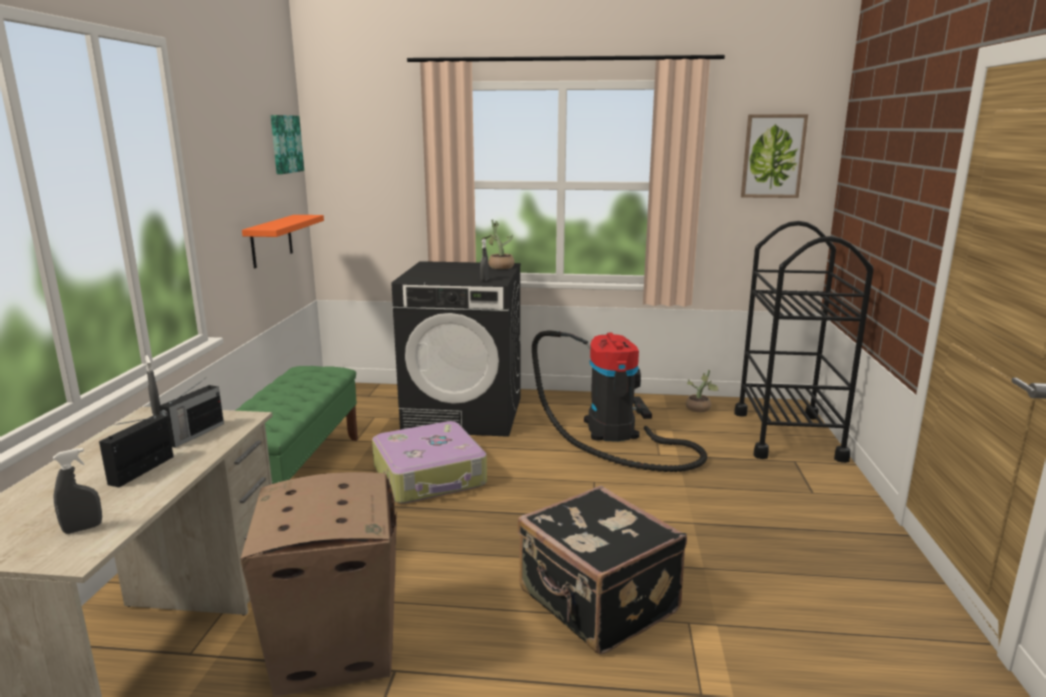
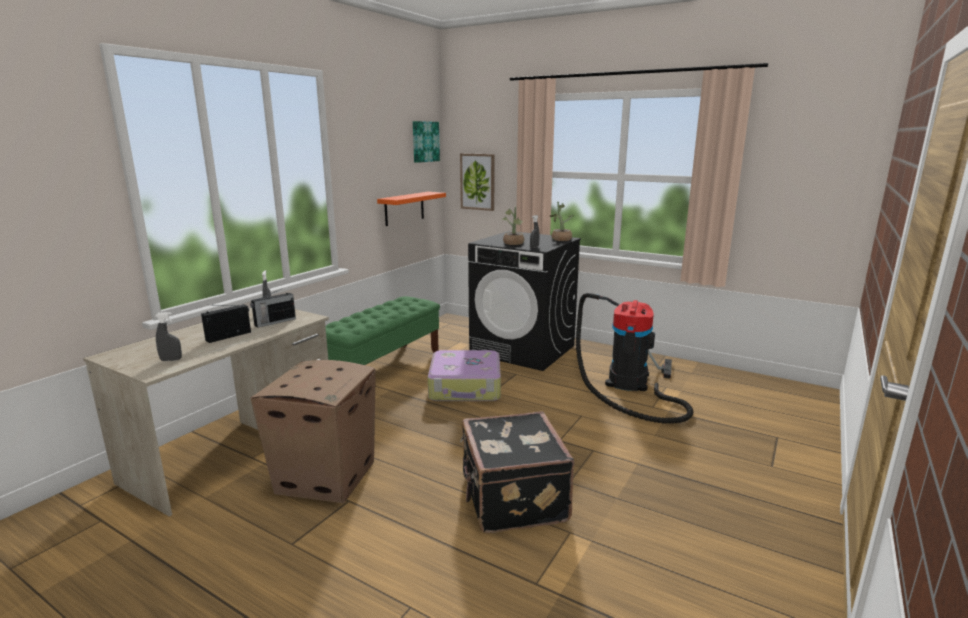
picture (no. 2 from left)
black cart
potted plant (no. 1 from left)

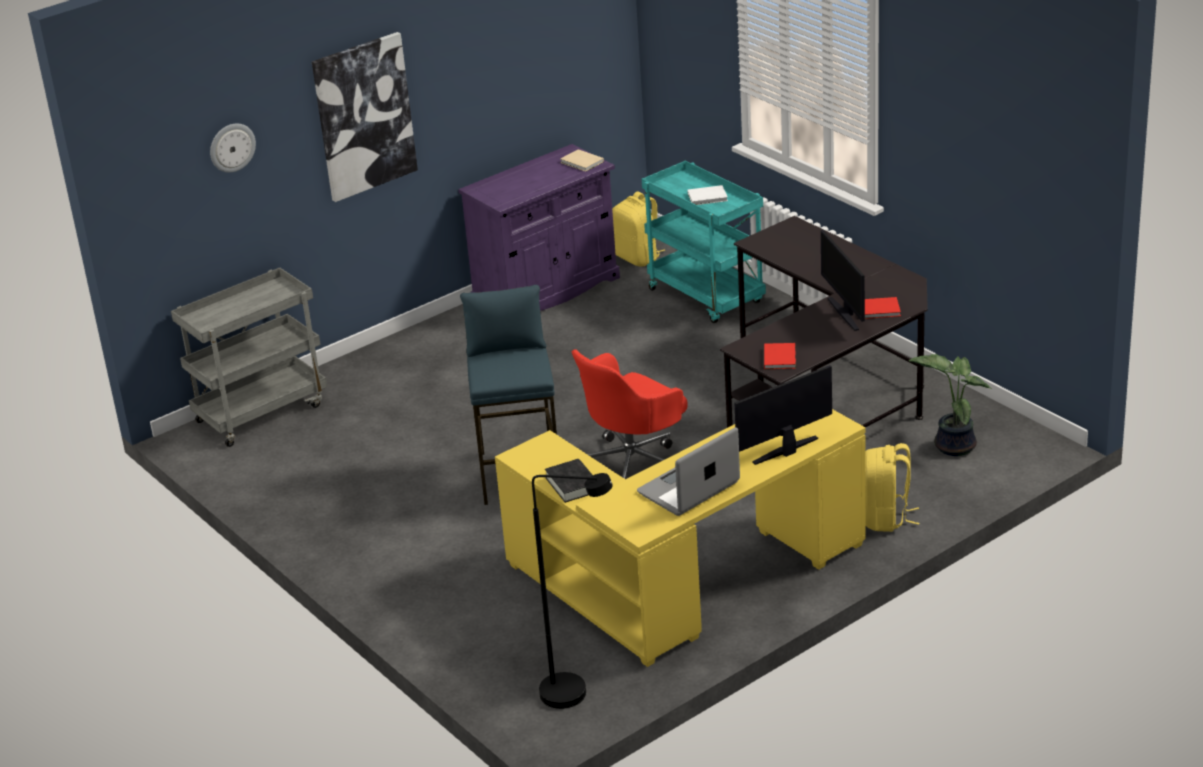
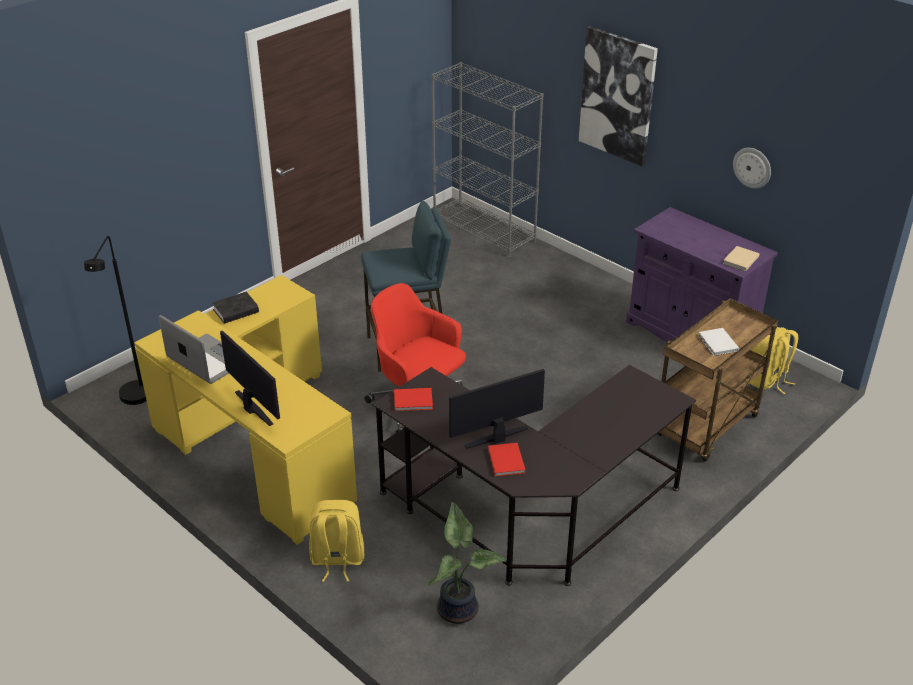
wall clock
brown cart
grey bookcase

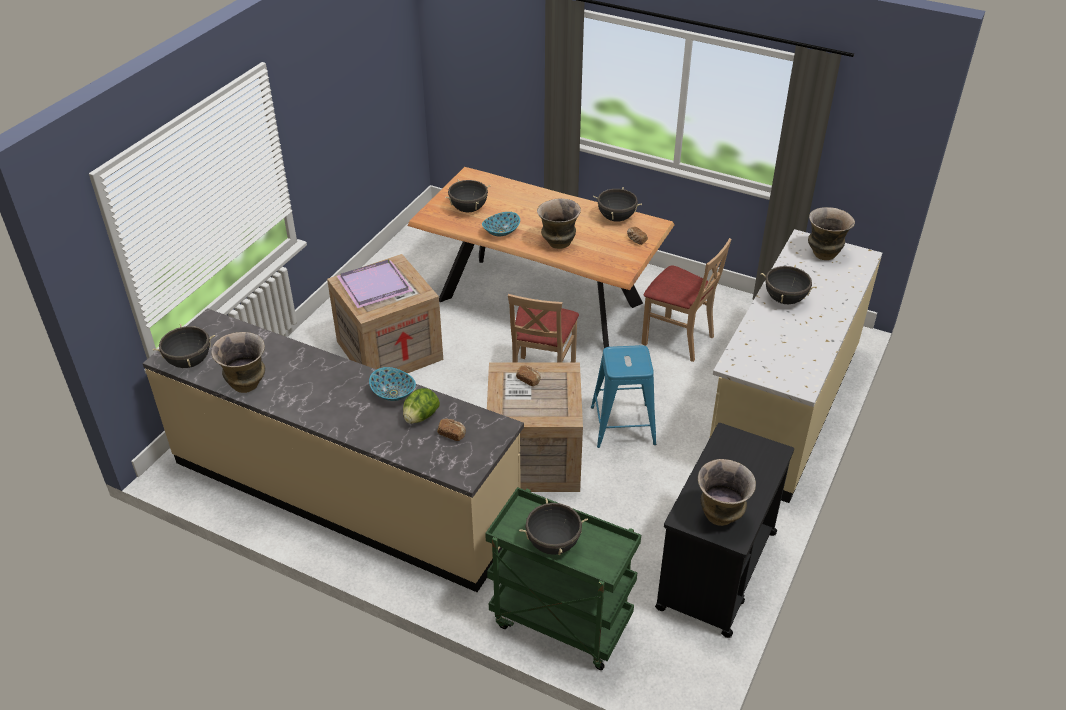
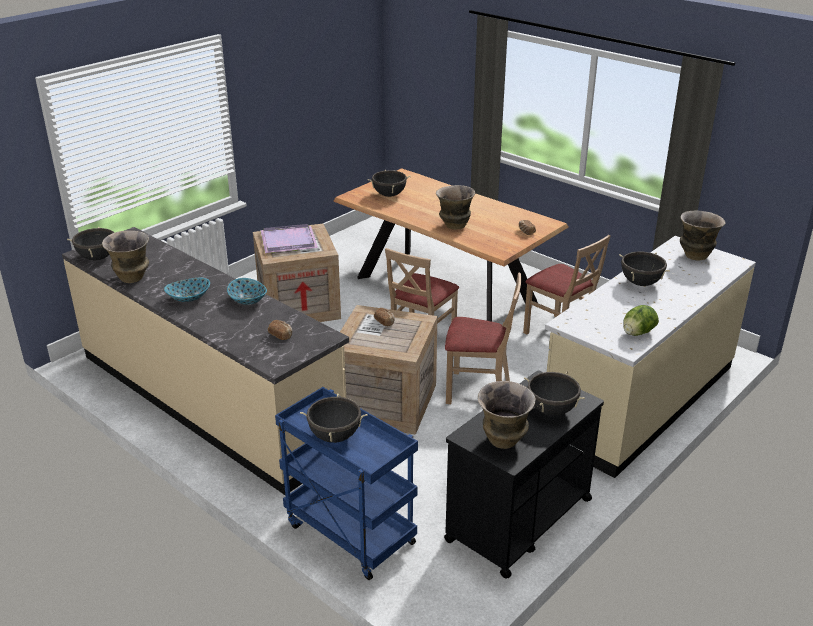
black cooking pot (no. 4 from left)
bowl (no. 1 from left)
beige chair (no. 2 from left)
lettuce
blue cart

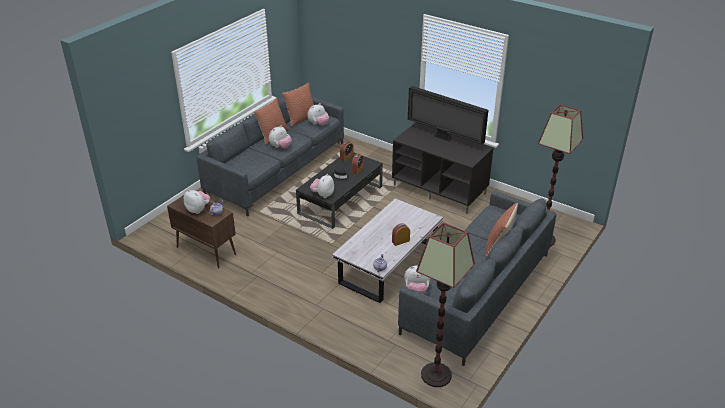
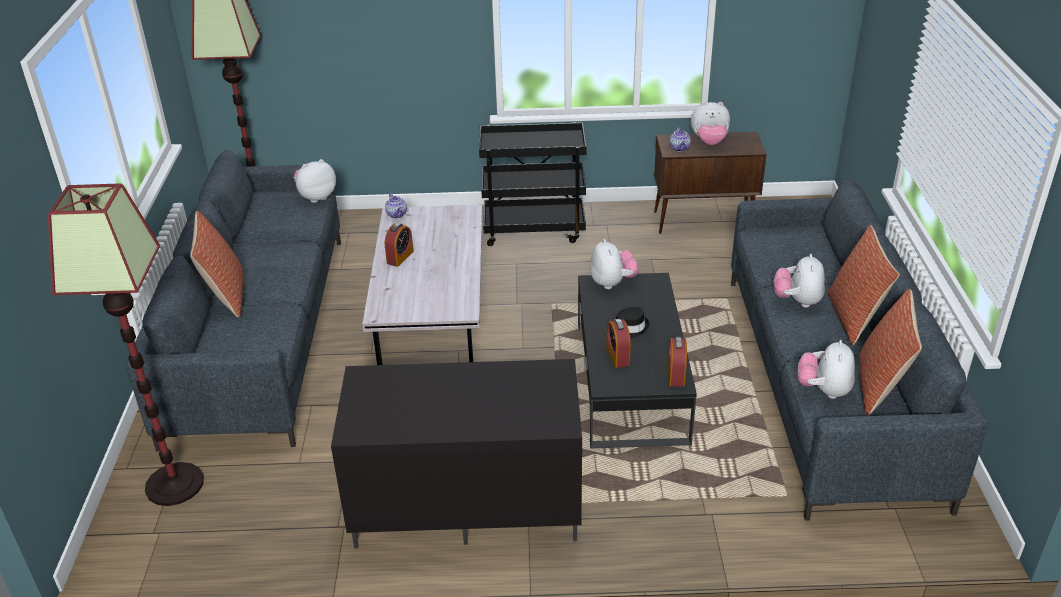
television
black cart

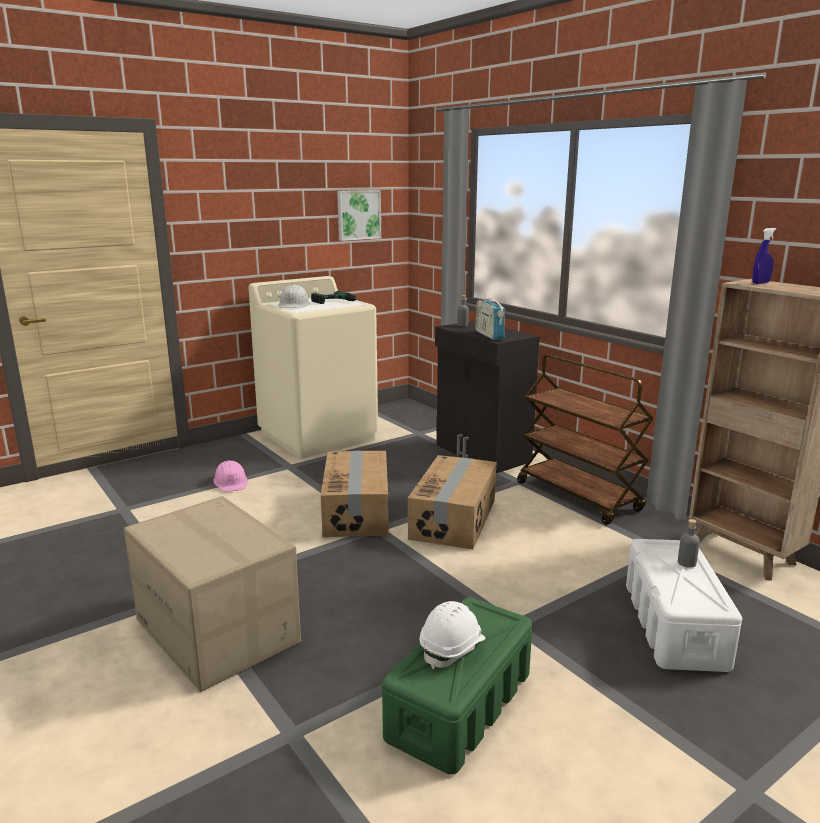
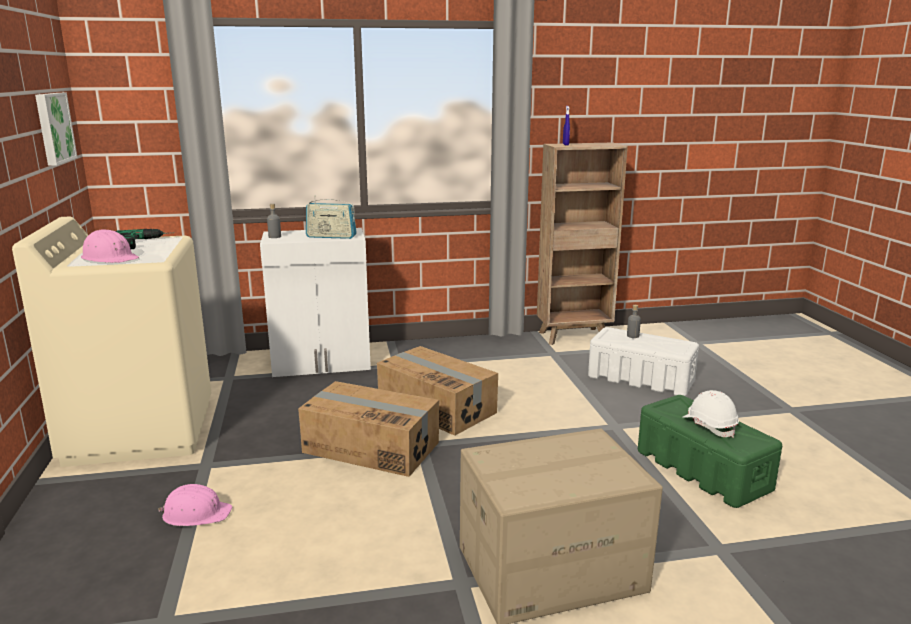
pink hard hat (no. 1 from left)
white cabinet
brown cart

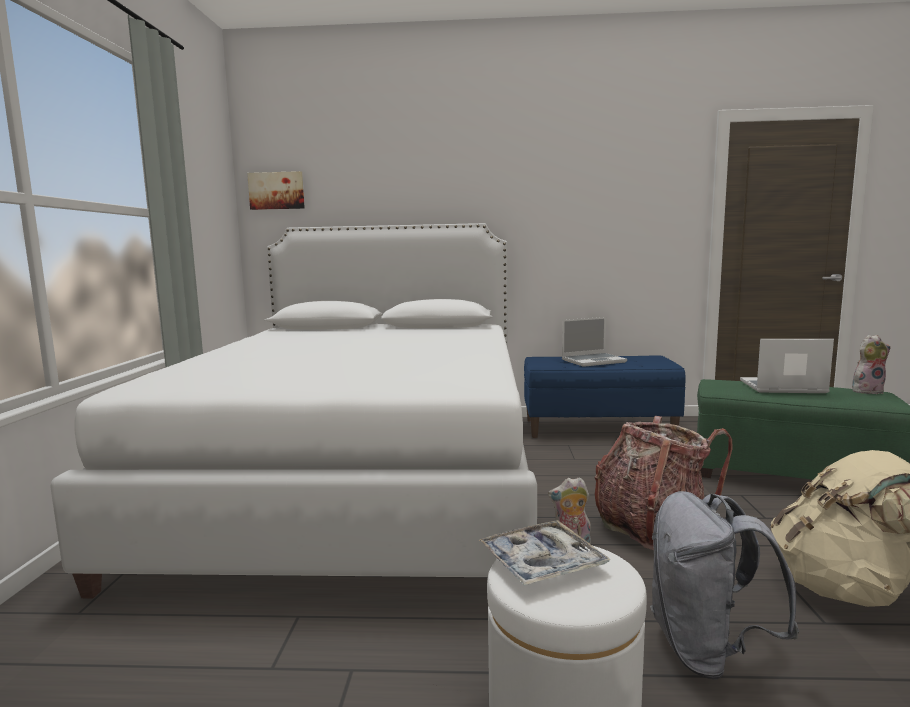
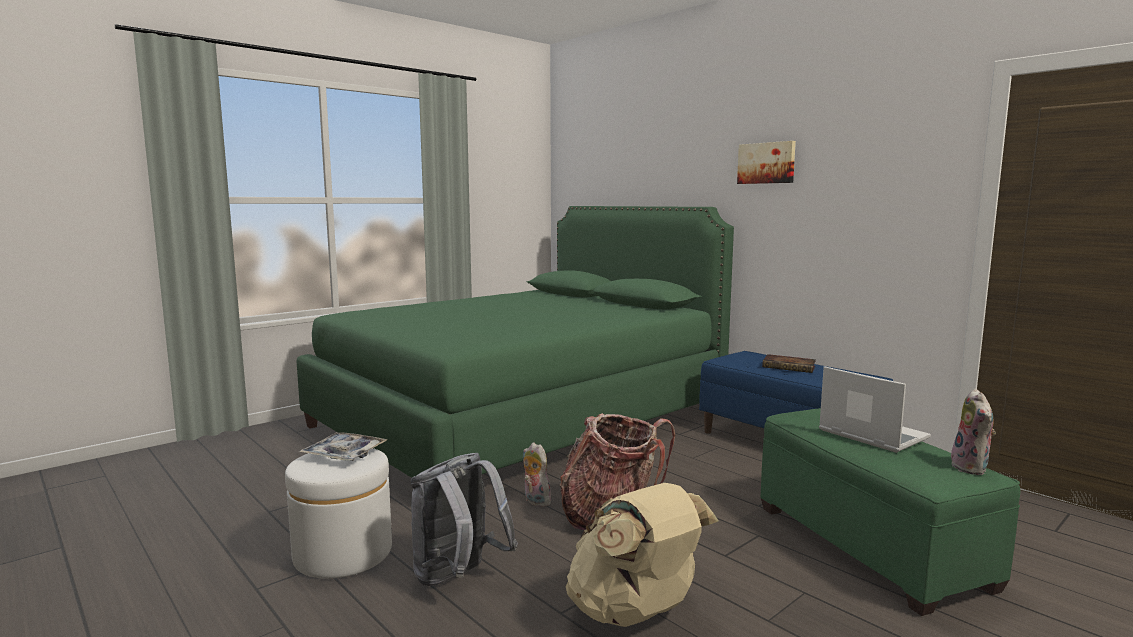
picture
green bed
book
plush toy (no. 2 from left)

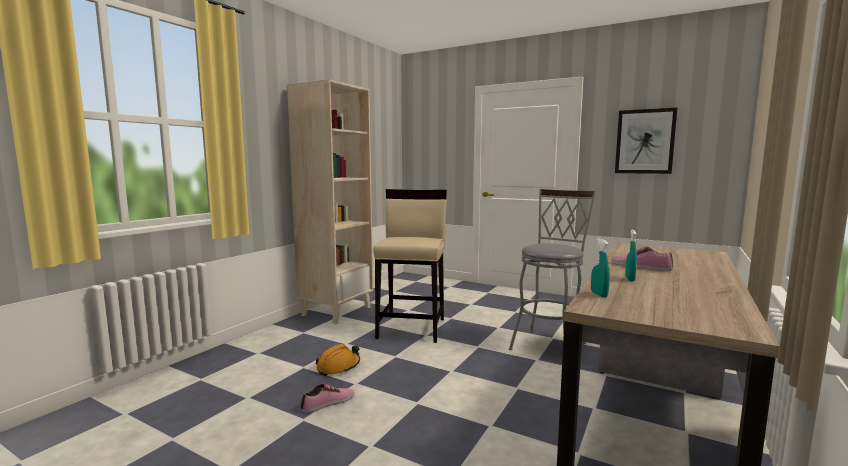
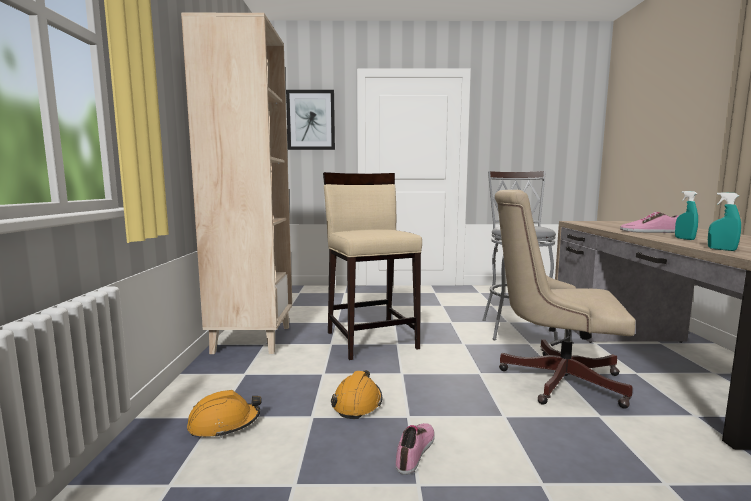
picture
beige office chair
orange hard hat (no. 1 from left)

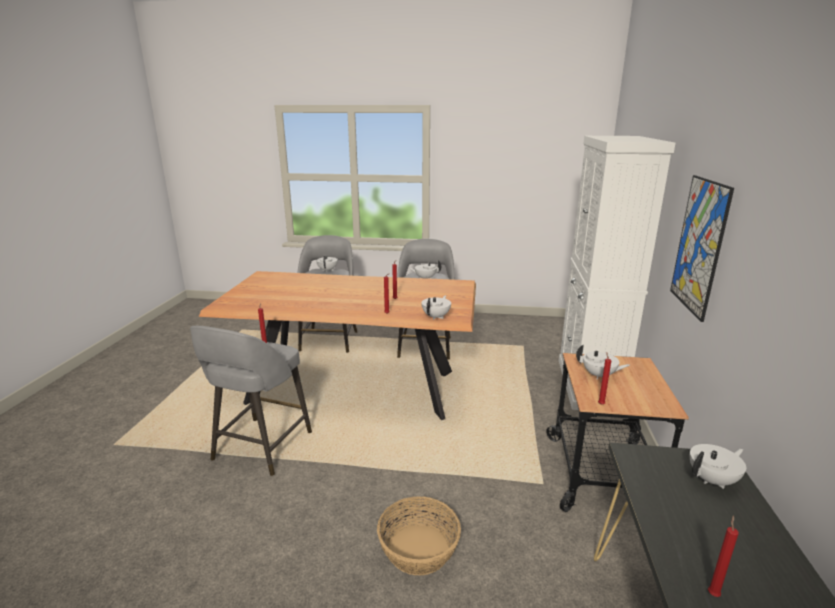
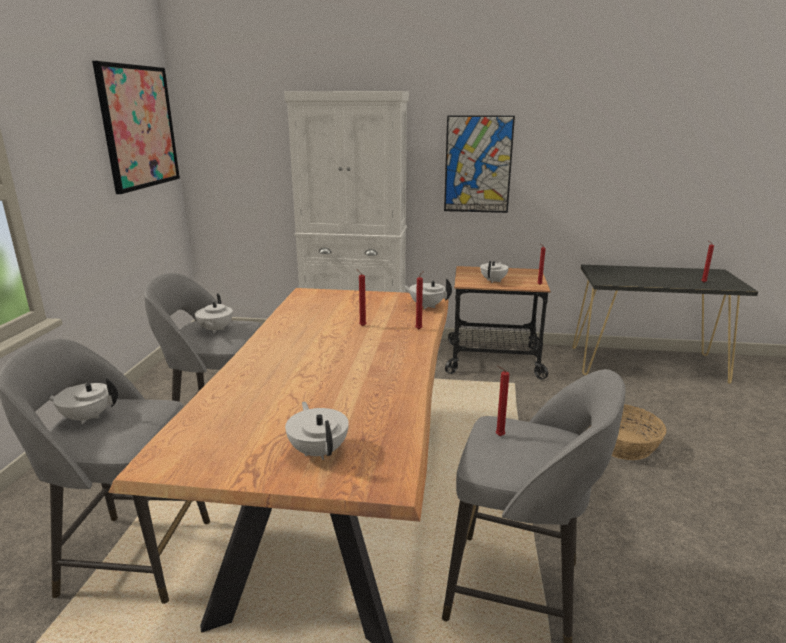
white teapot (no. 3 from left)
picture (no. 1 from left)

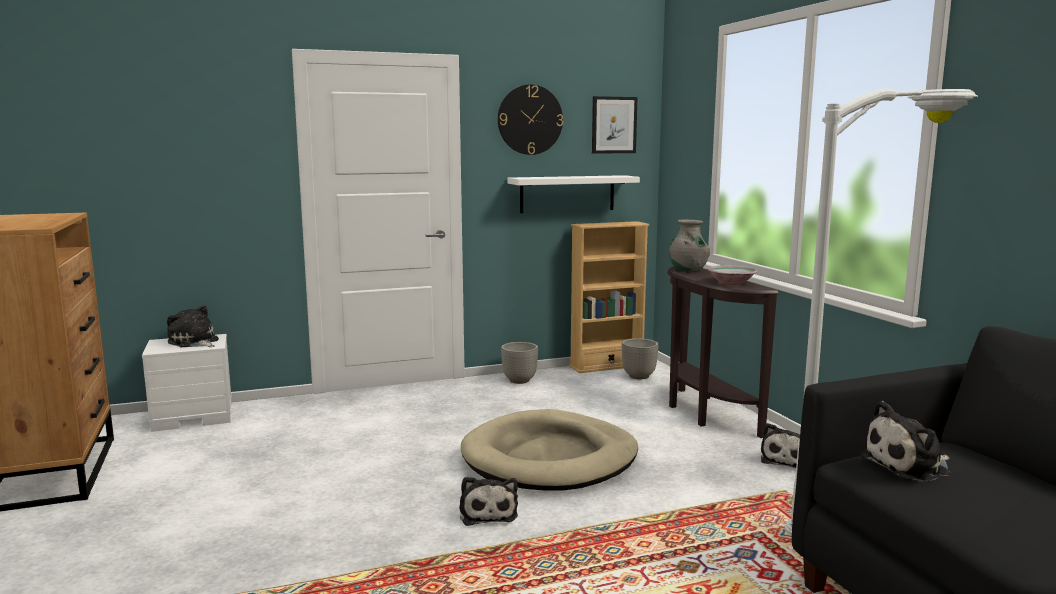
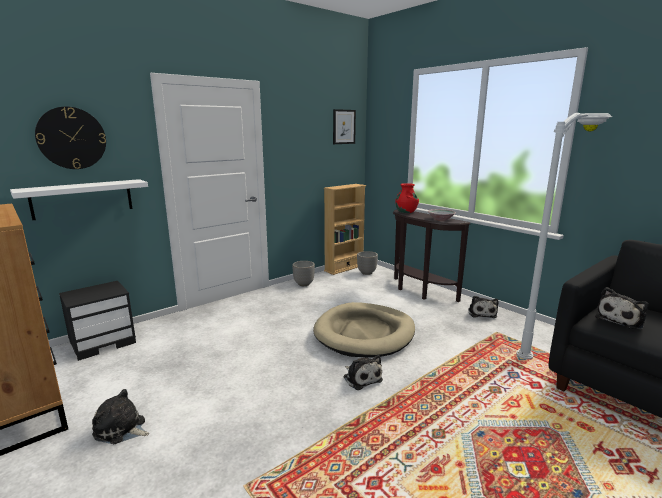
wall clock
white shelf
red vase
plush toy (no. 1 from left)
black nightstand

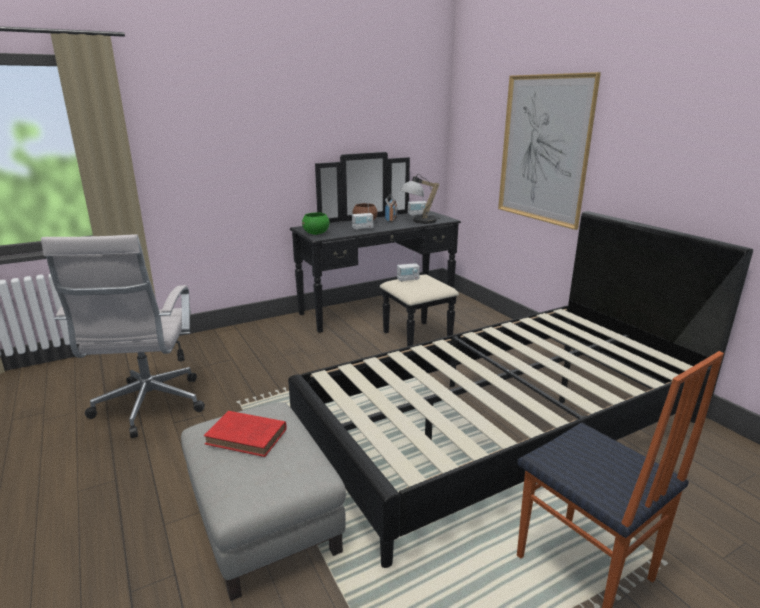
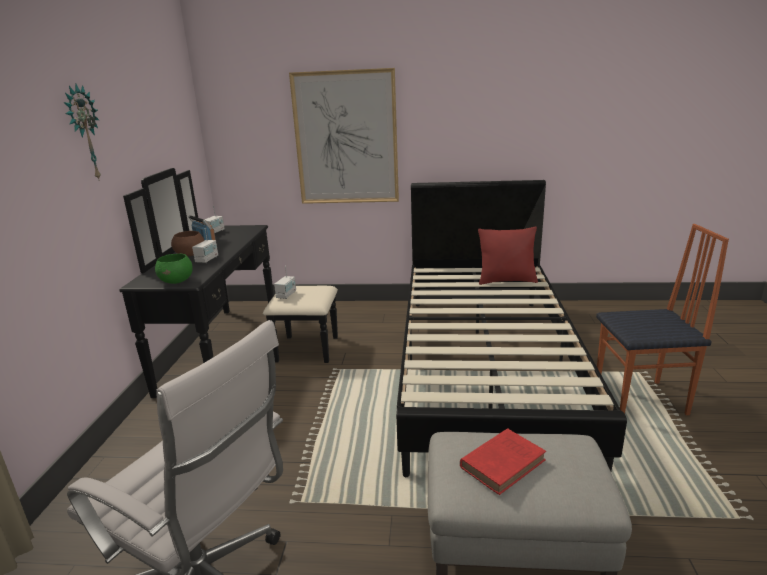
table lamp
wall clock
red pillow

